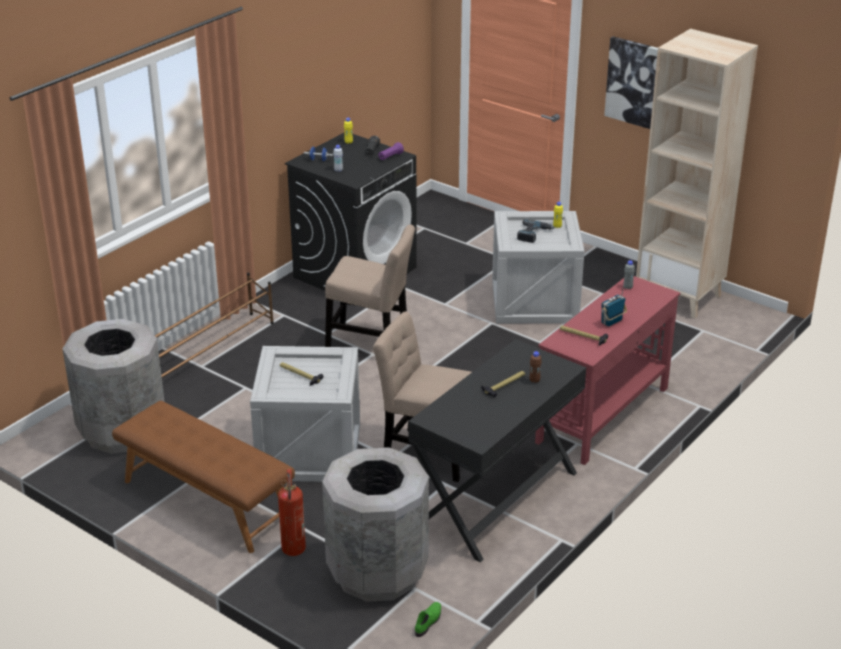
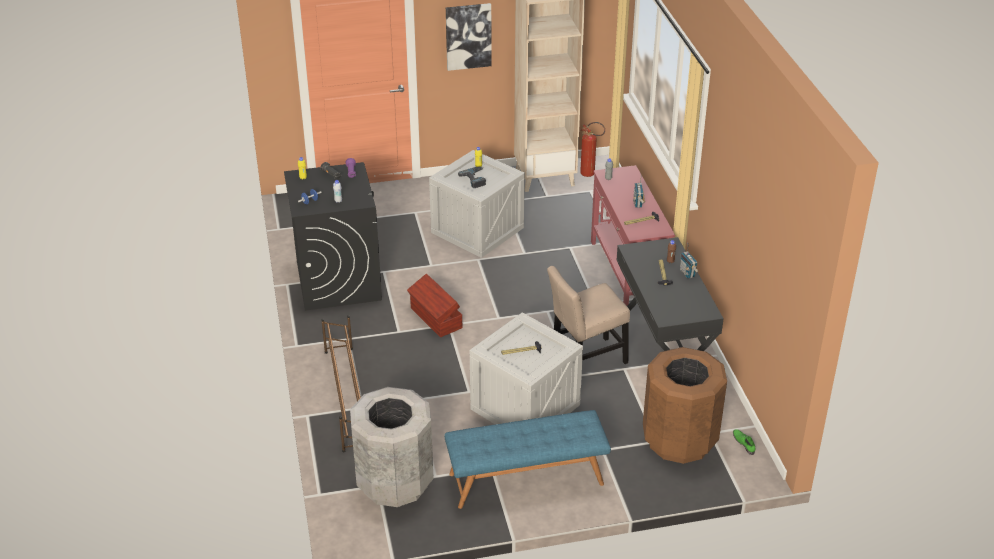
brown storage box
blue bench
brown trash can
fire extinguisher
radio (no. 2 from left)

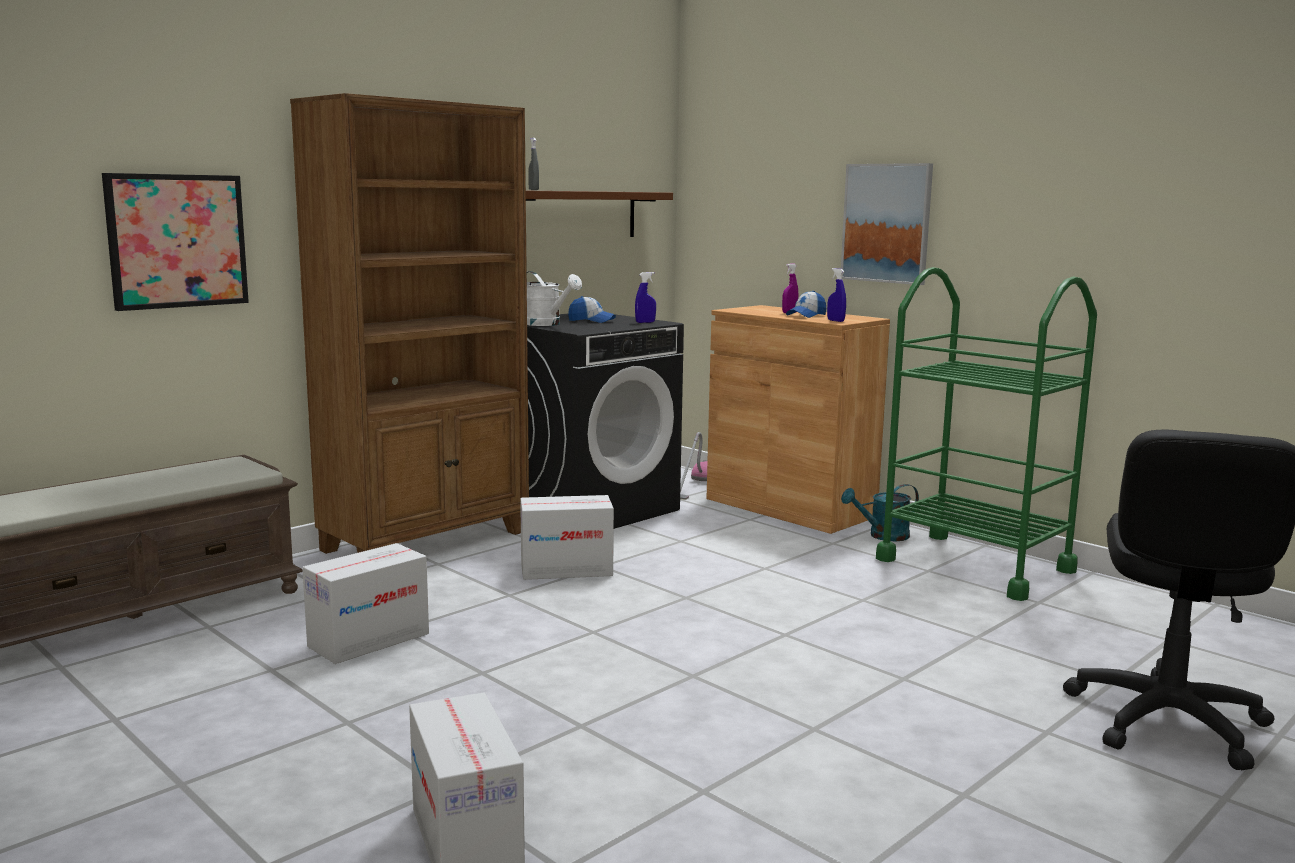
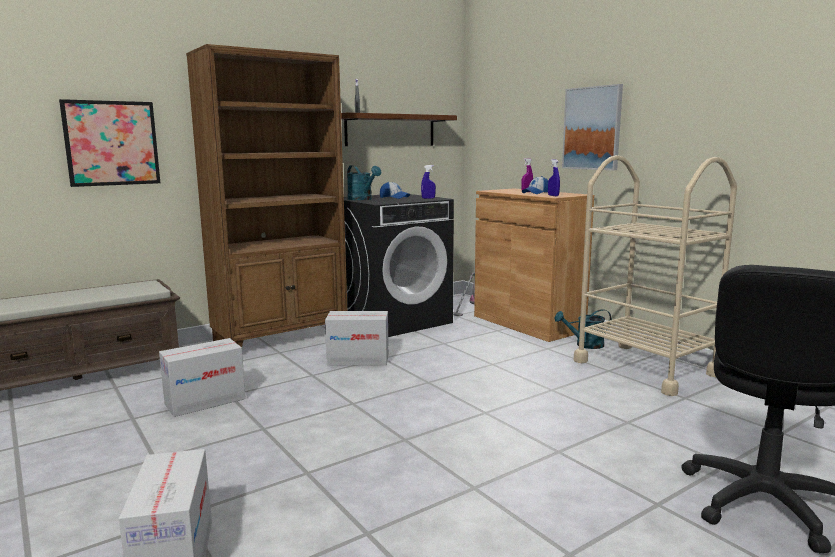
beige cart
turquoise watering can (no. 1 from left)

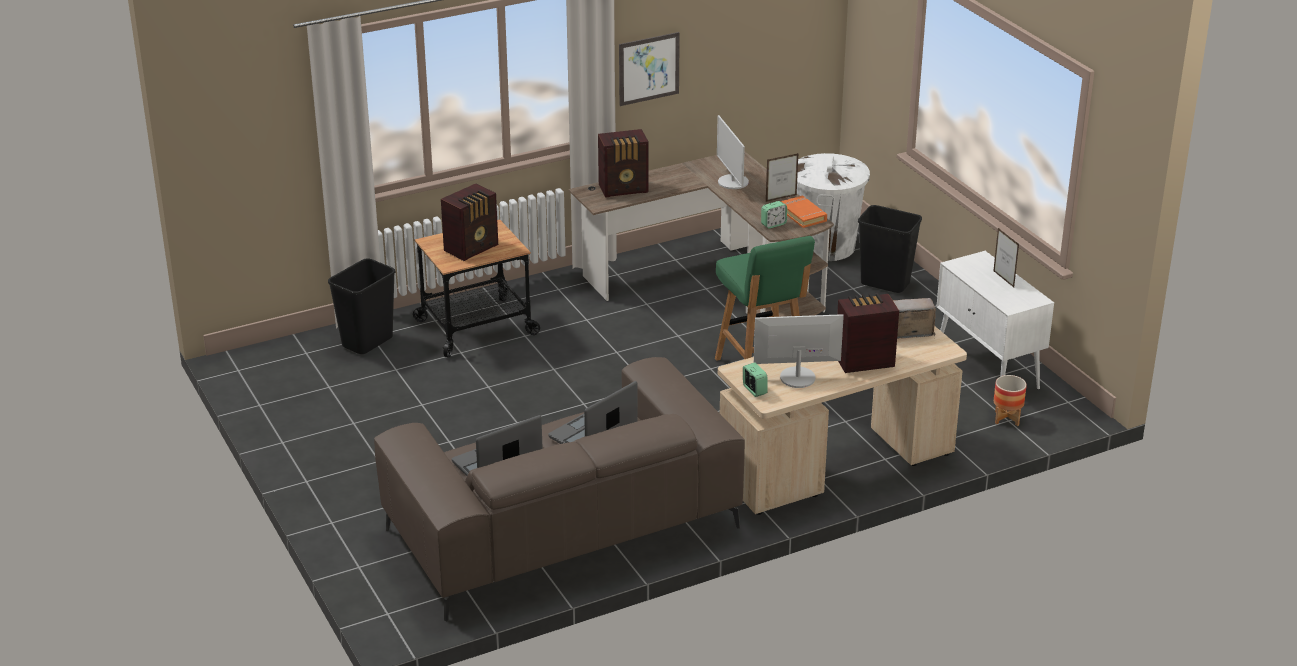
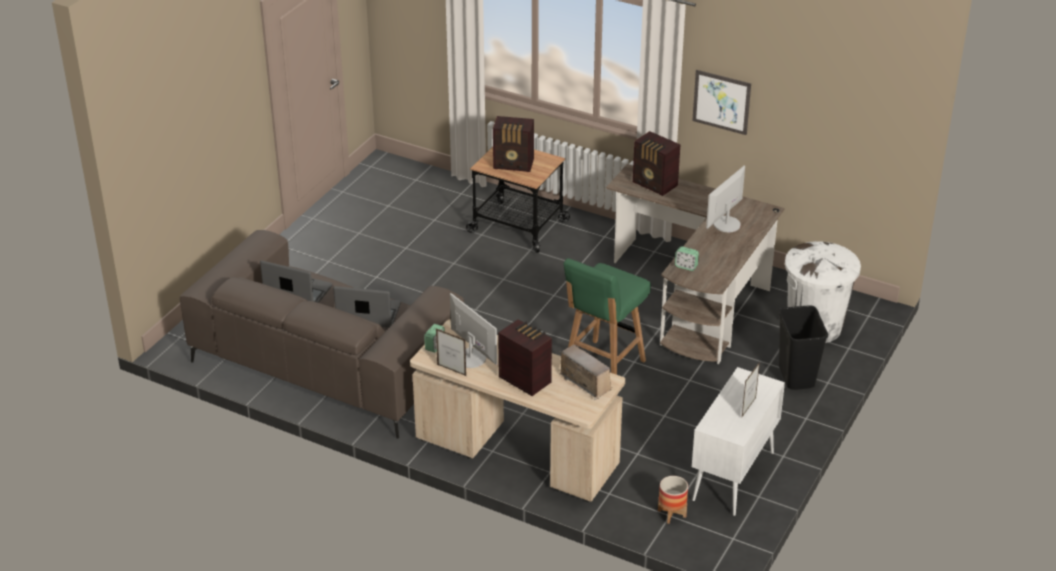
picture frame (no. 1 from left)
orange book
black trash can (no. 1 from left in the first image)

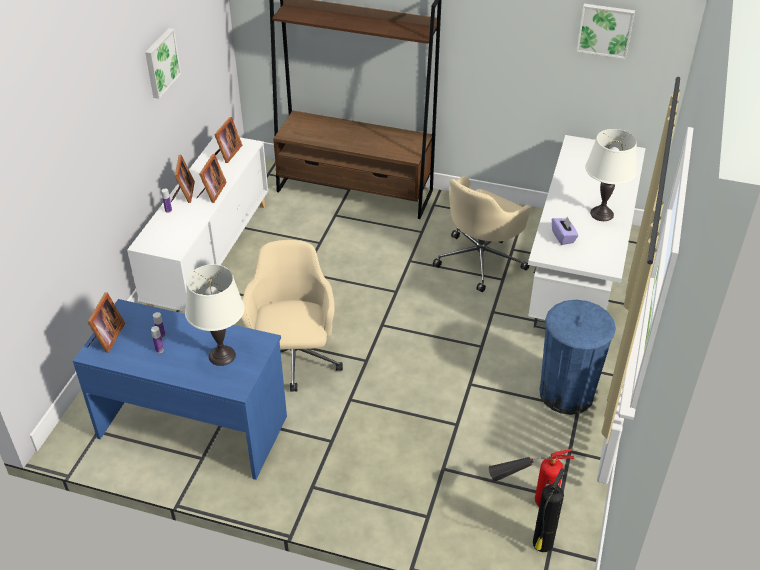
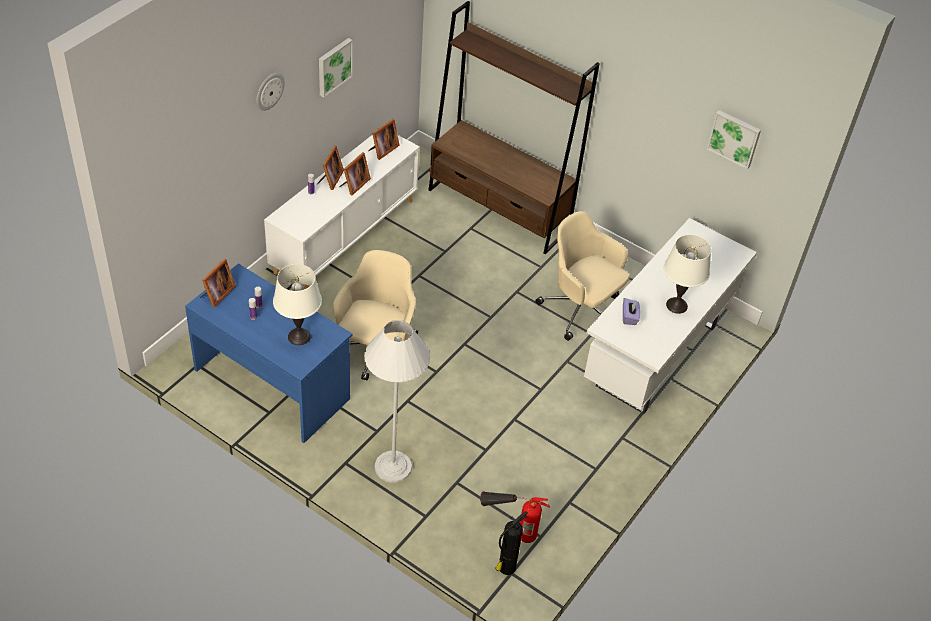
beige office chair (no. 2 from left)
blue trash can
wall clock
white floor lamp

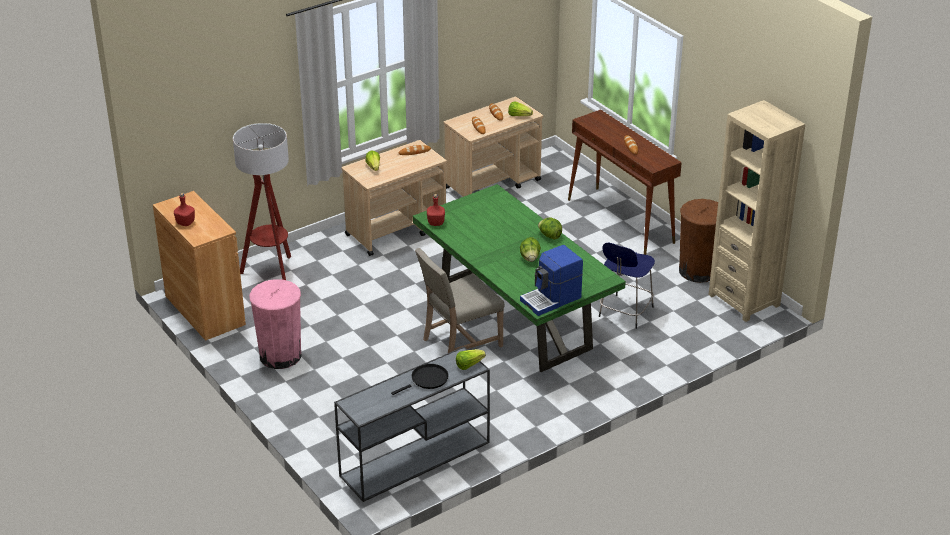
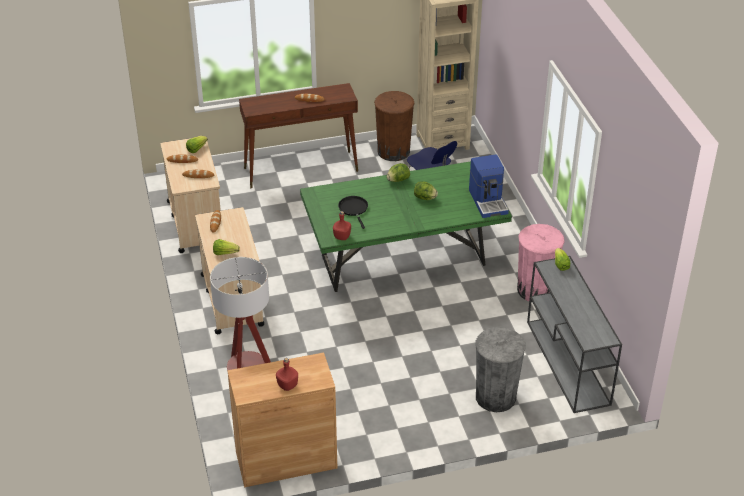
beige chair
pink trash can
black frying pan
grey trash can

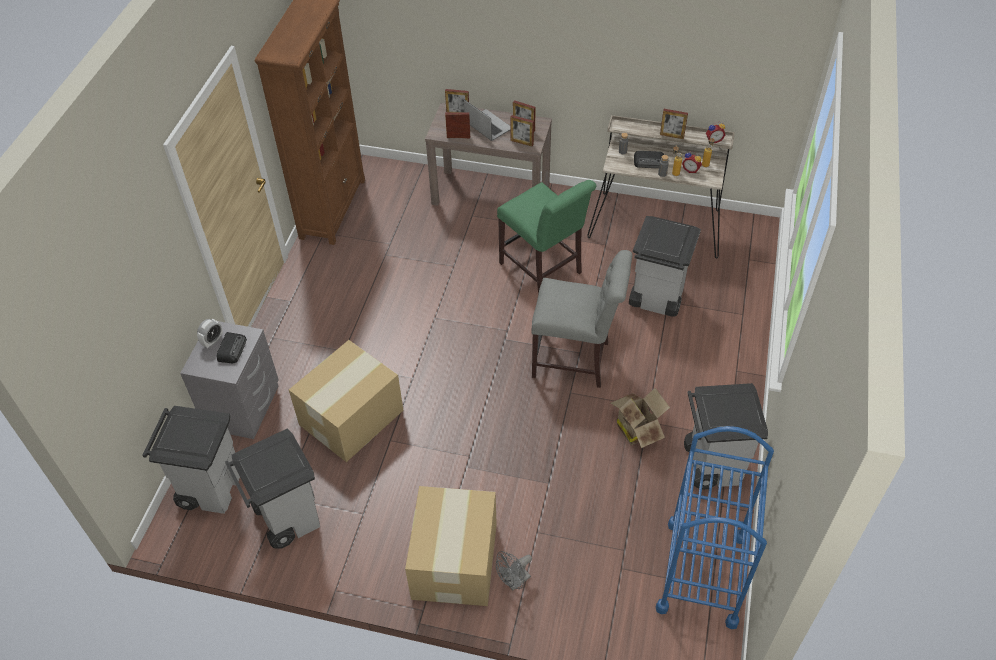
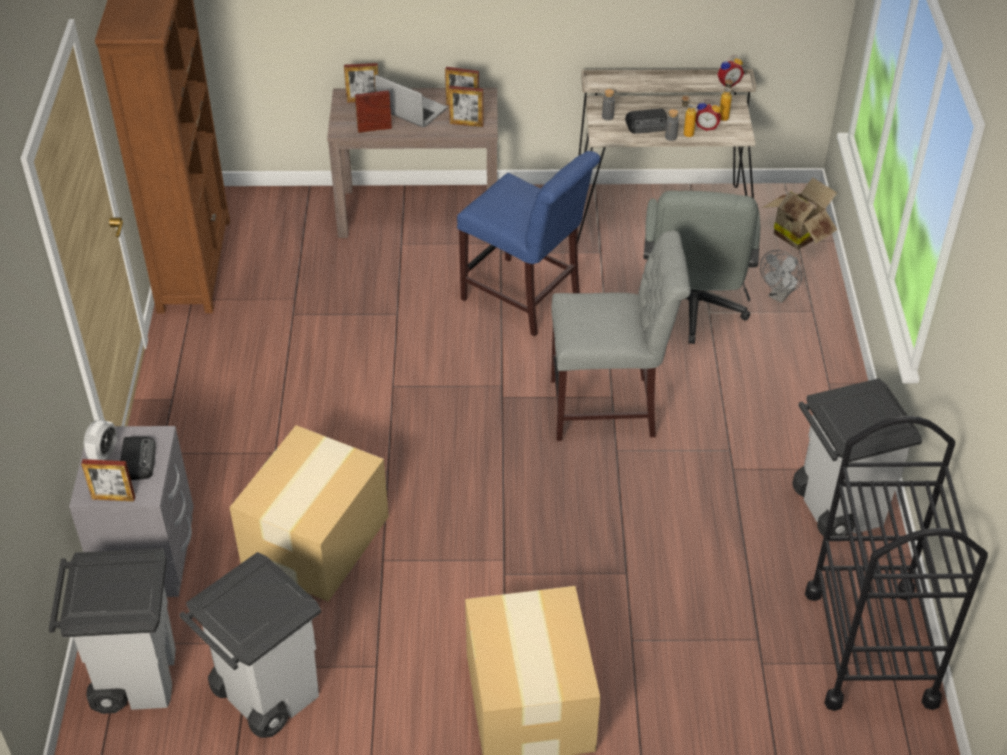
picture frame (no. 1 from left)
blue chair
grey office chair
cardboard box (no. 3 from left)
black cart
grey fan

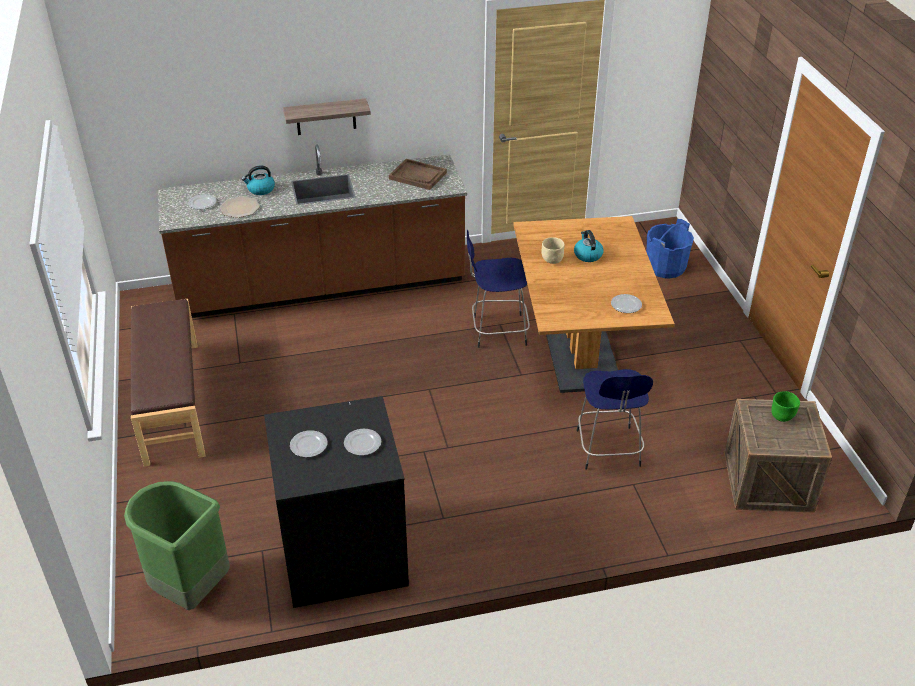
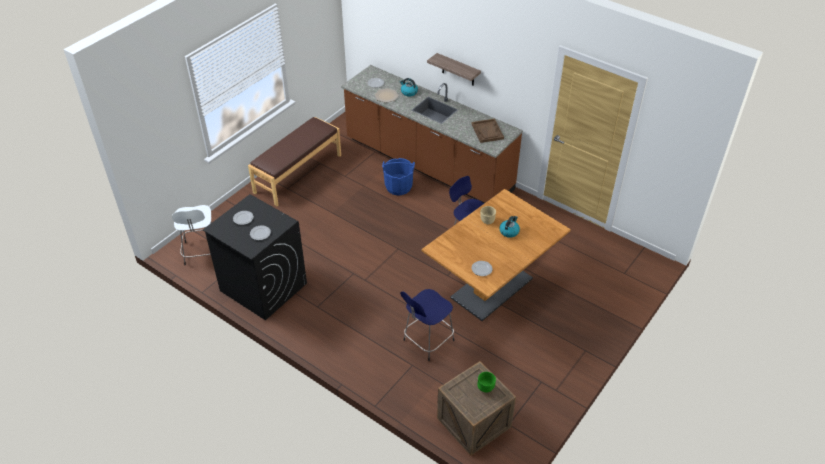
blue bucket
white stool

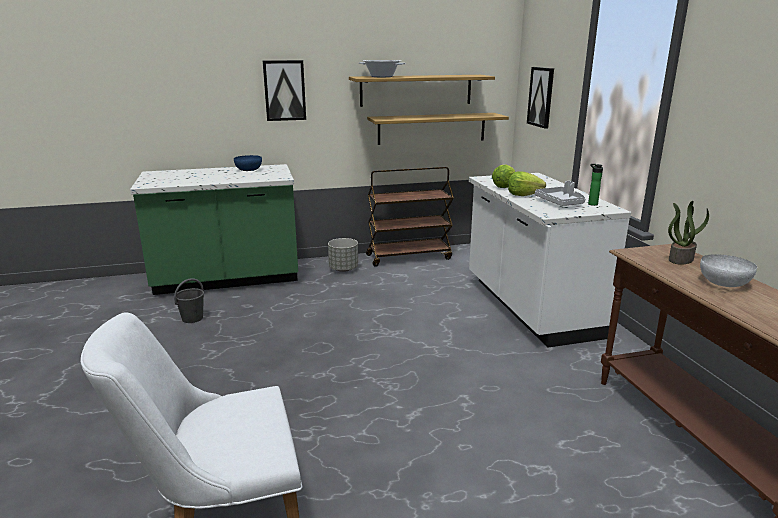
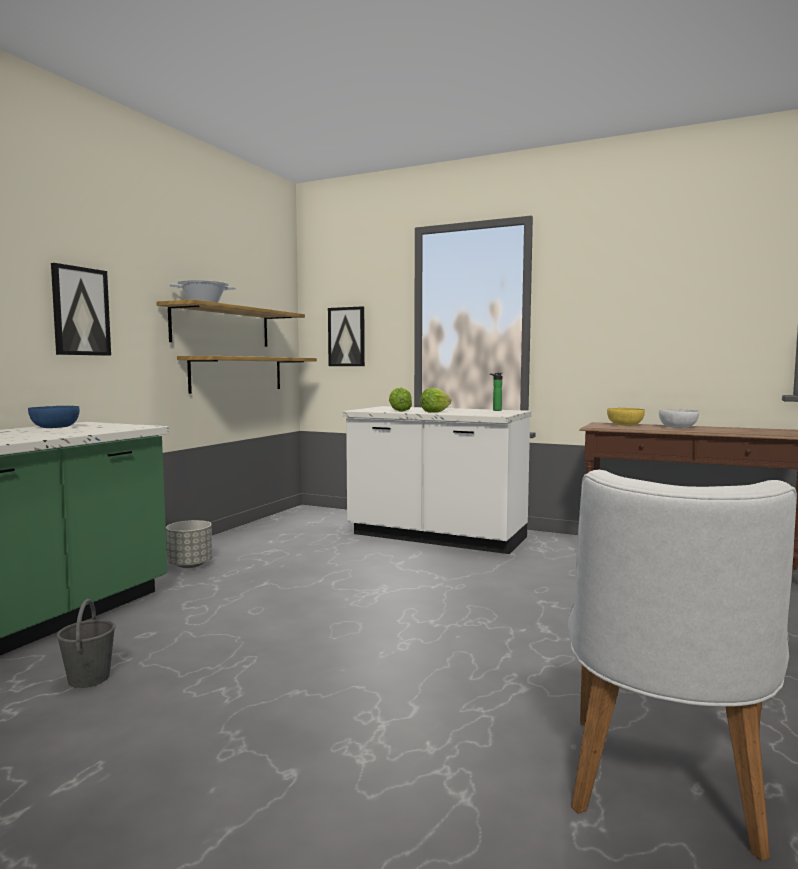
brown cart
grey tray
yellow bowl

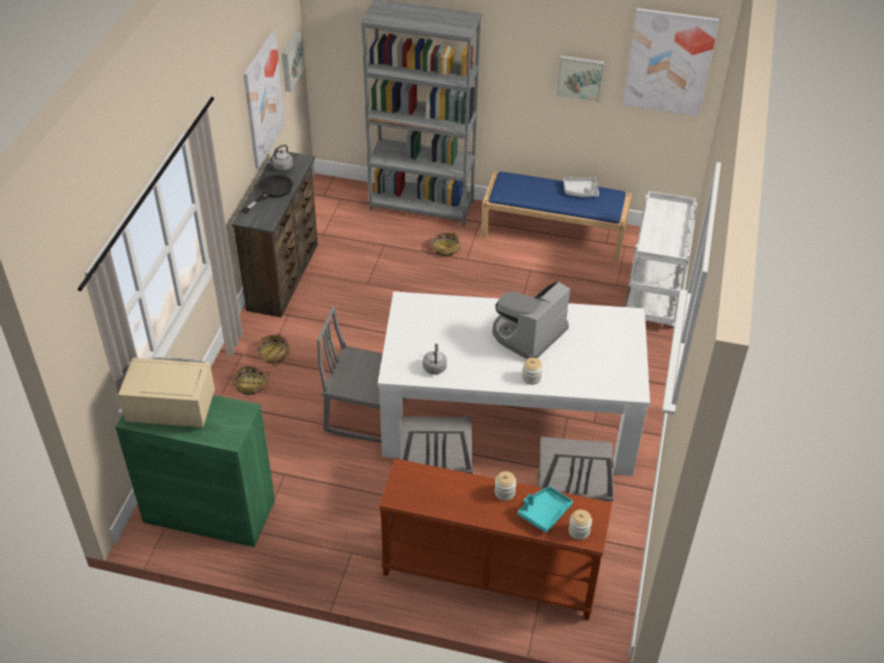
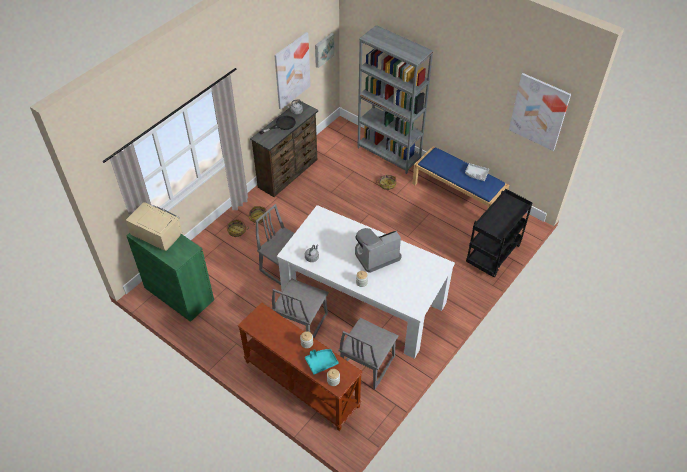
picture (no. 3 from left in the first image)
black cart

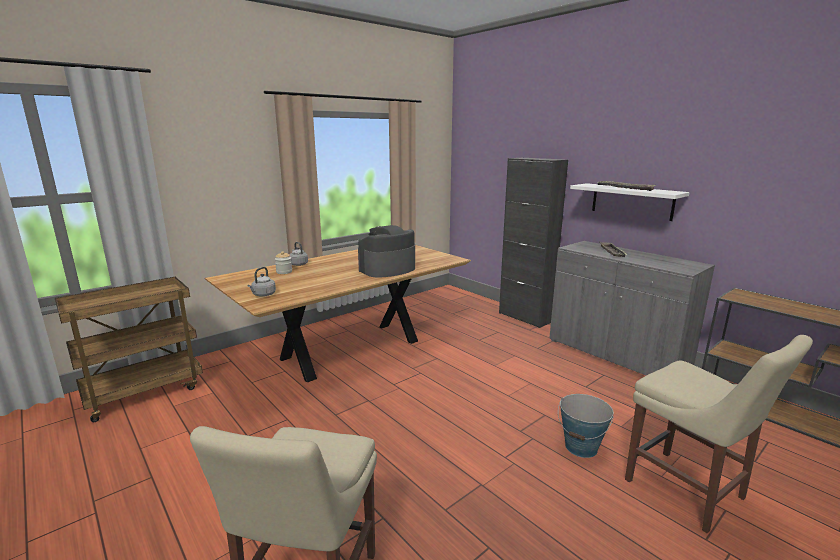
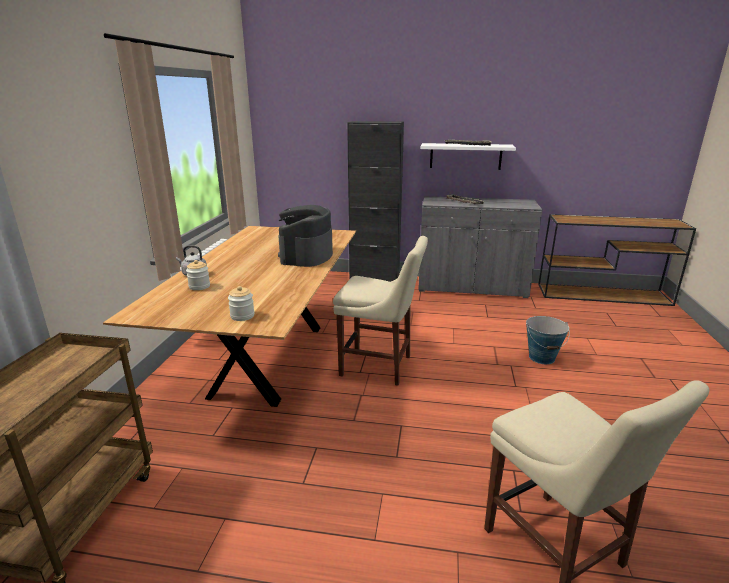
jar (no. 2 from left)
beige chair (no. 1 from left)

